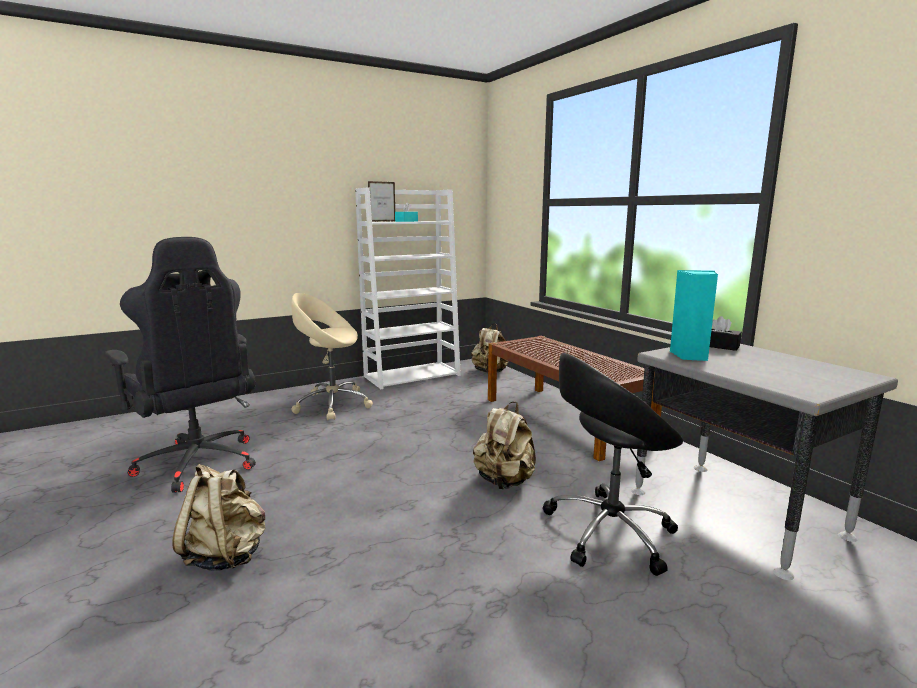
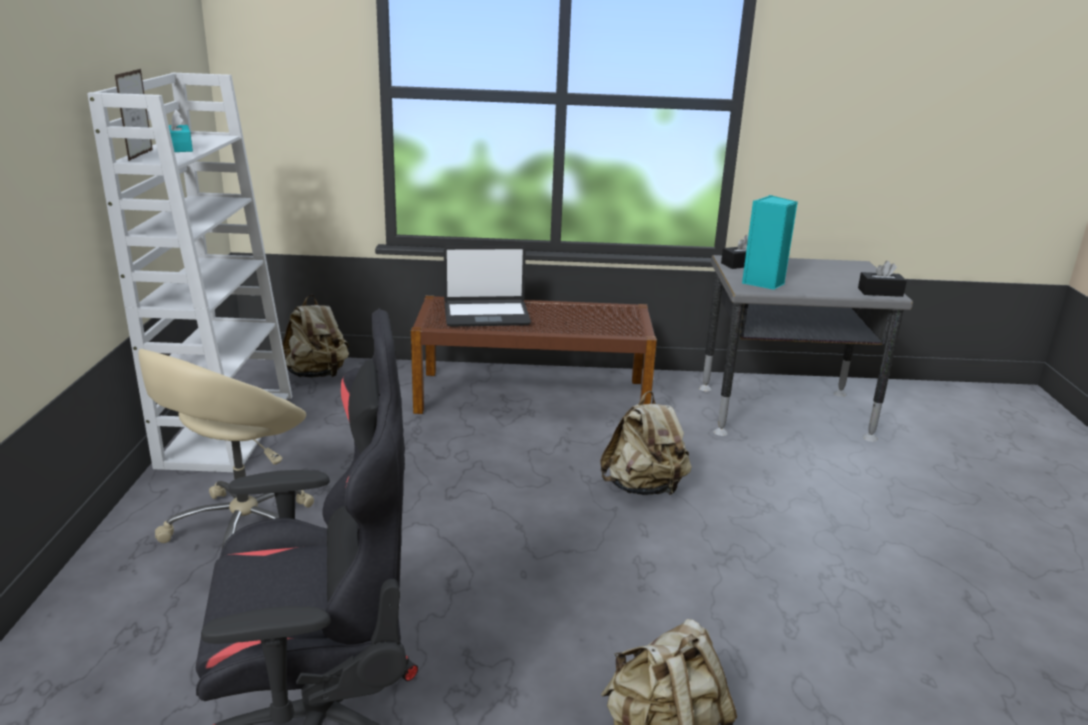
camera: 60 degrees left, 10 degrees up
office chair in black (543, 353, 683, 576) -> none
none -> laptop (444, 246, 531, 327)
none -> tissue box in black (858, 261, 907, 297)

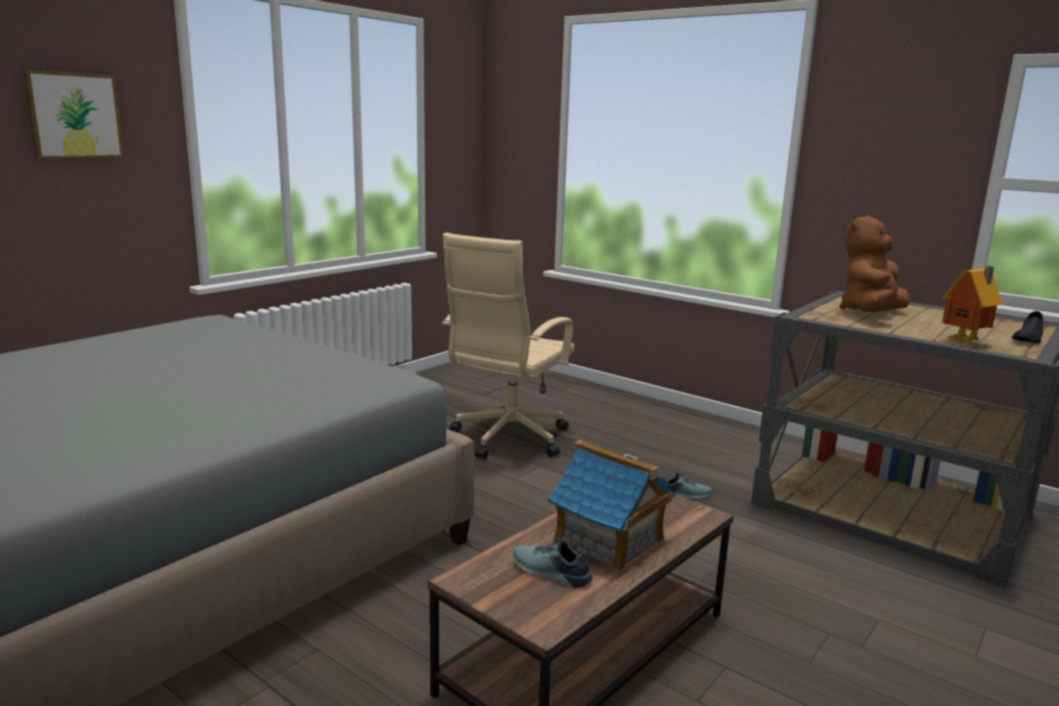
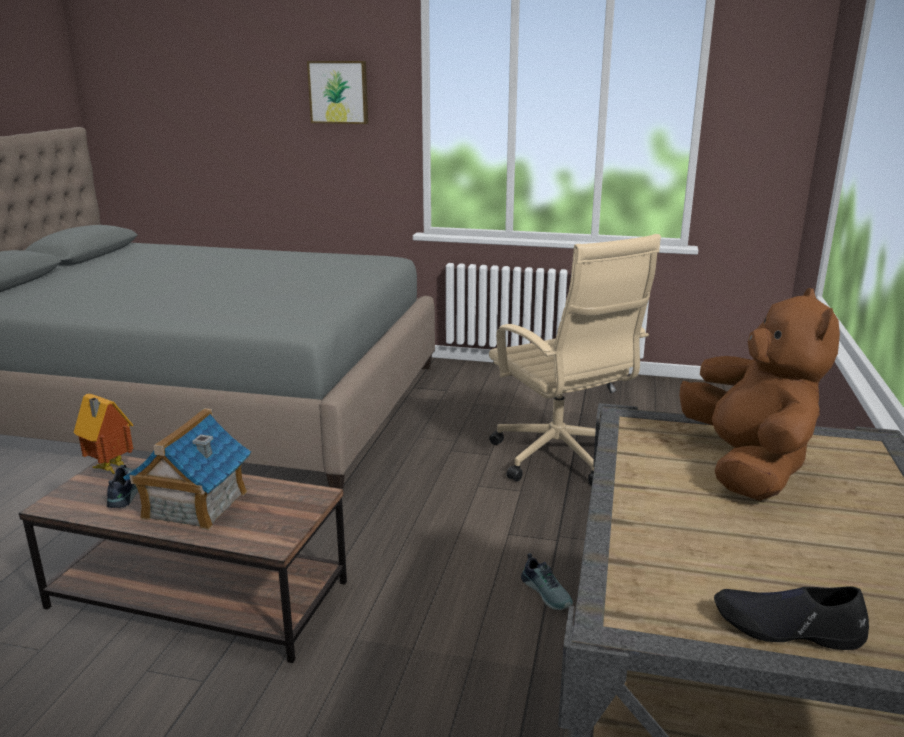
camera: 65 degrees right, 5 degrees up
office chair in beige (442, 233, 575, 459) -> office chair in beige (489, 234, 661, 486), 120 degrees counterclockwise
plush toy in brown (839, 215, 910, 312) -> plush toy in brown (679, 288, 840, 501), 75 degrees clockwise
toy house (942, 266, 1002, 343) -> toy house (74, 394, 133, 474), shifted

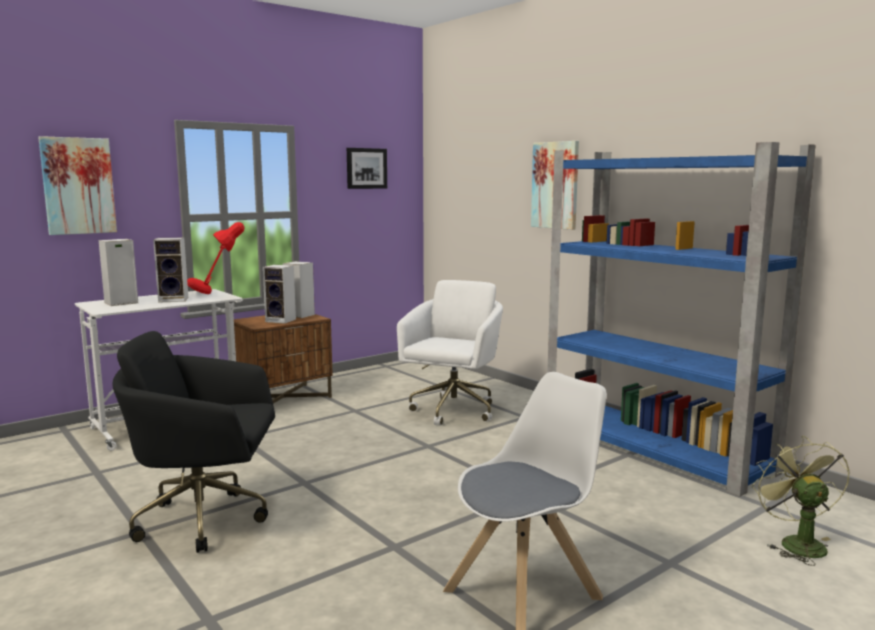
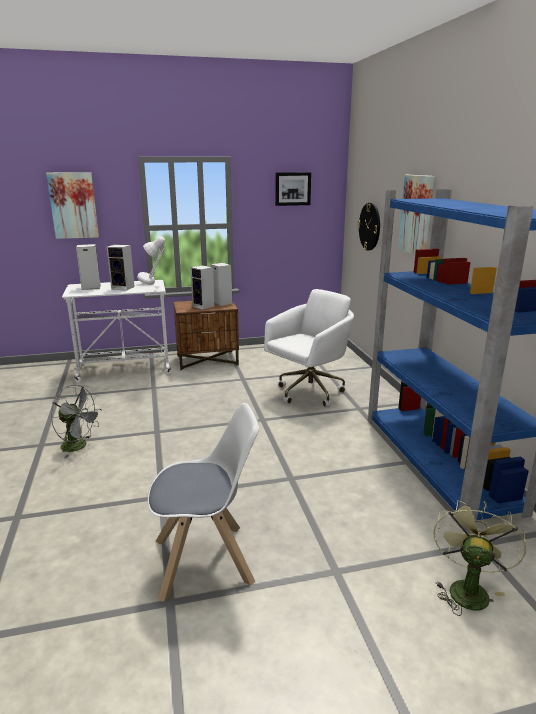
camera: 25 degrees right, 10 degrees up
office chair in black (112, 331, 275, 553) -> fan in grey (51, 385, 100, 458)
table lamp in red (187, 222, 245, 294) -> table lamp in white (137, 237, 165, 285)
none -> wall clock (357, 203, 380, 251)

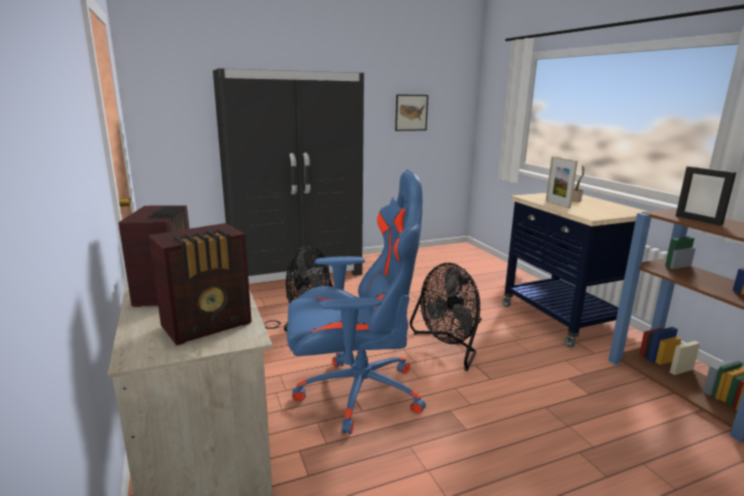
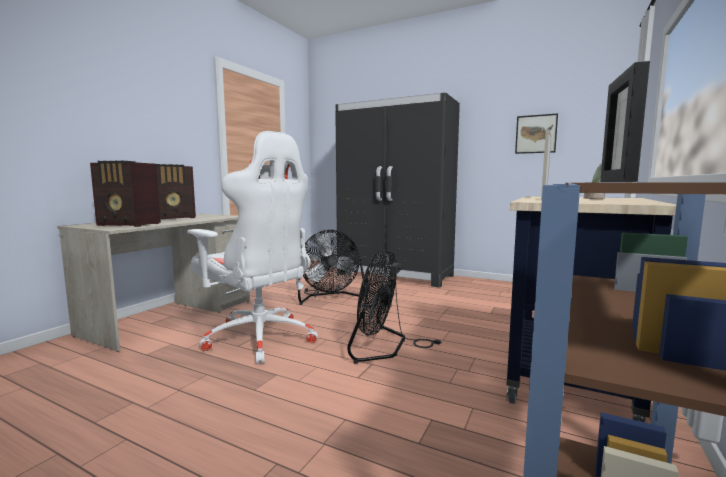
camera: 50 degrees right, 10 degrees down
office chair in blue (287, 169, 426, 434) -> office chair in white (187, 131, 318, 364)

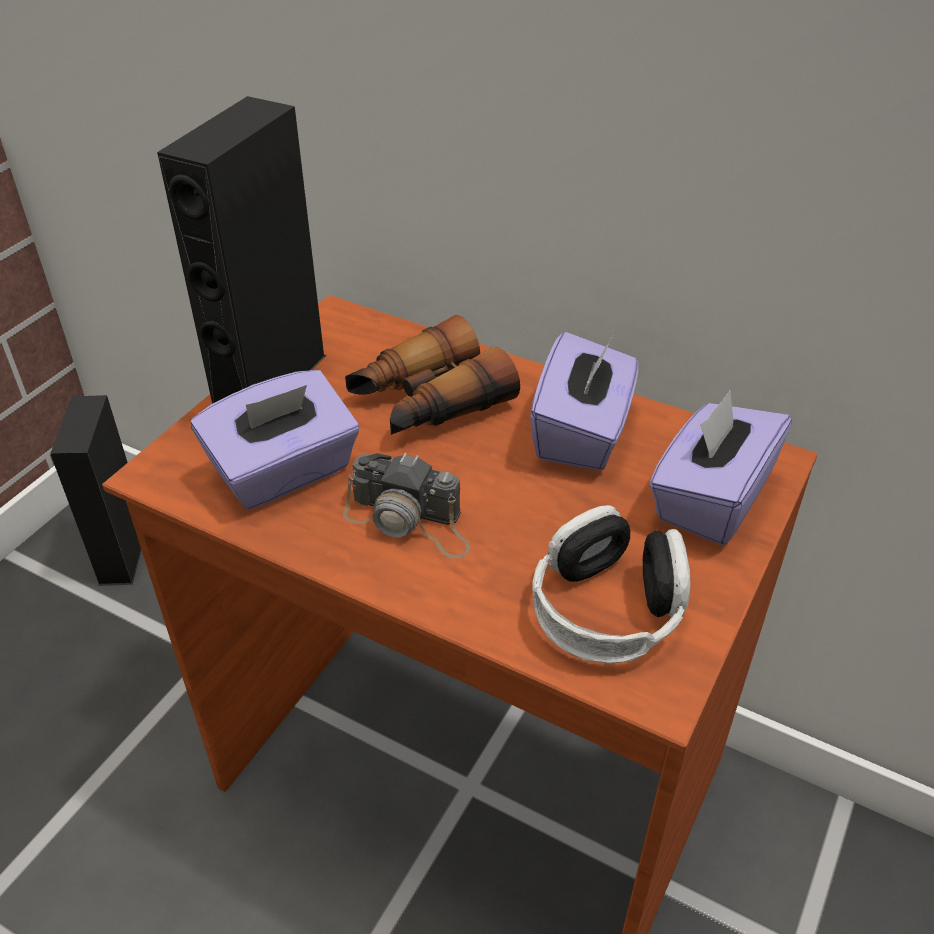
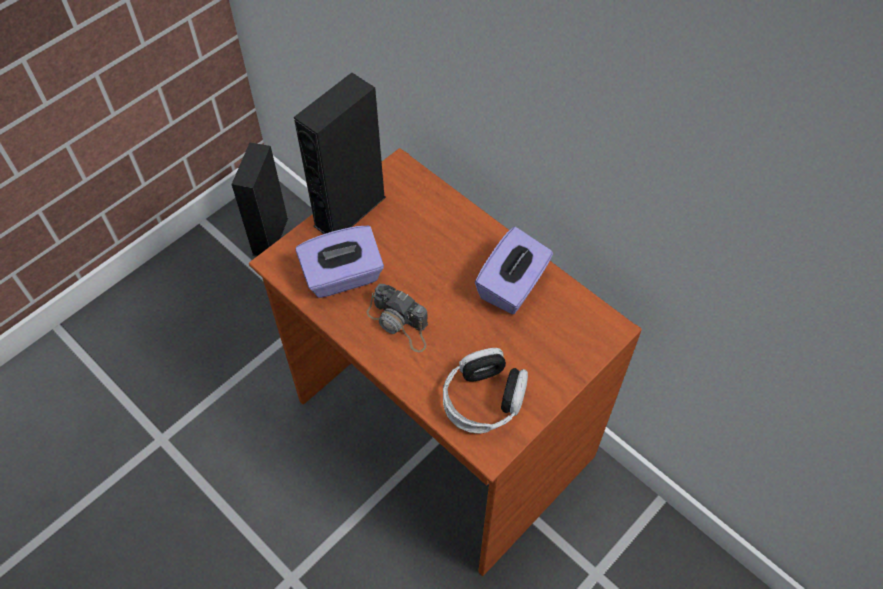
camera: 15 degrees right, 15 degrees up
binoculars (345, 315, 520, 435) -> none
tissue box in purple (649, 391, 792, 545) -> none

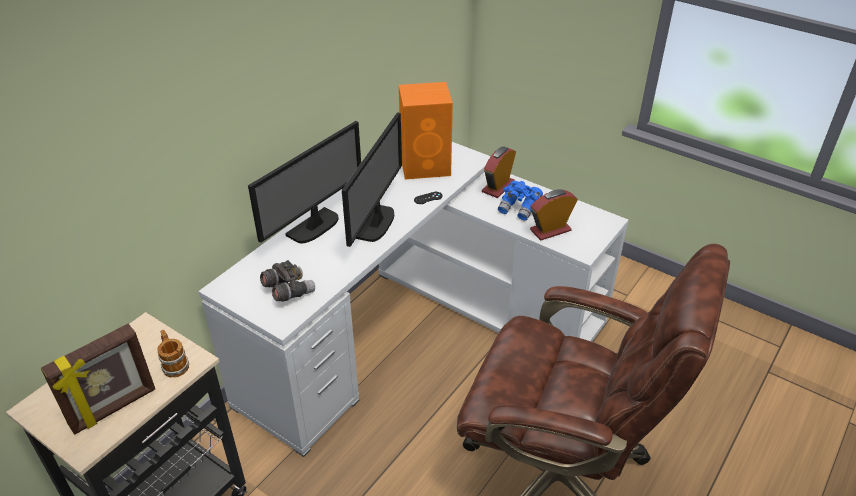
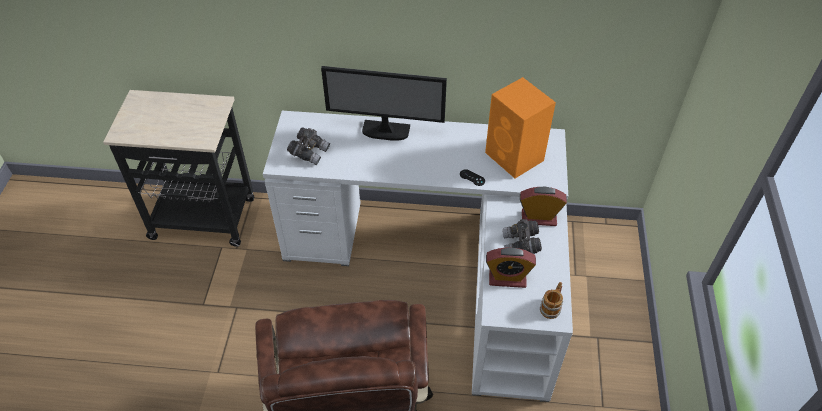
camera: 60 degrees right, 10 degrees up
picture frame (41, 324, 155, 435) -> none
mug (157, 330, 189, 378) -> mug (540, 282, 563, 319), shifted
monitor (342, 112, 402, 247) -> none
binoculars in blue (498, 181, 543, 221) -> binoculars in grey (502, 219, 542, 254)
alarm clock (530, 189, 578, 241) -> alarm clock (486, 248, 536, 288), 150 degrees clockwise

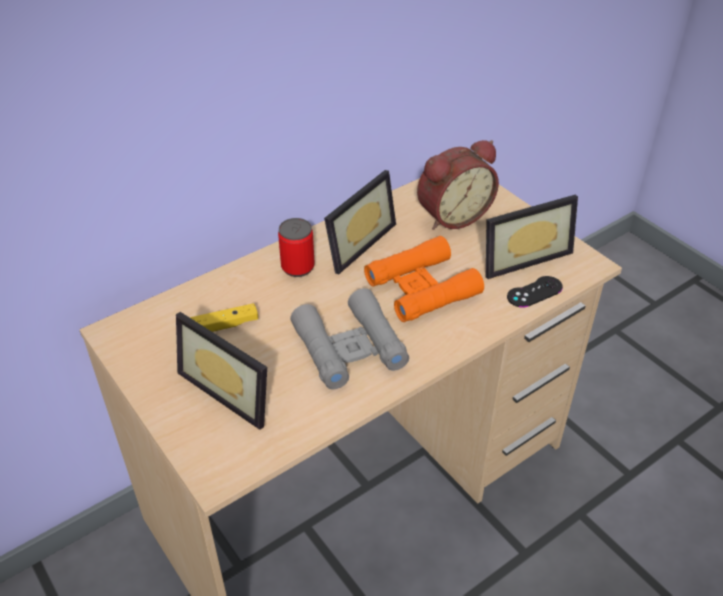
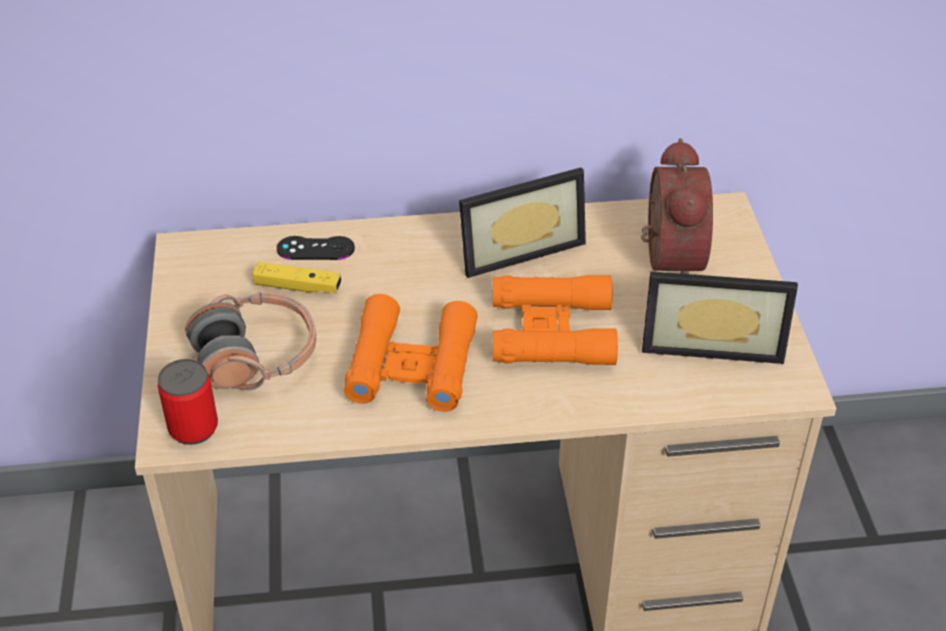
camera: 30 degrees right, 0 degrees up
picture frame (176, 312, 267, 430) -> headphones (185, 292, 316, 390)
can (278, 218, 315, 277) -> can (158, 359, 218, 445), shifted
binoculars in grey (290, 288, 409, 390) -> binoculars in orange (344, 294, 478, 412)
alarm clock (417, 140, 499, 230) -> alarm clock (641, 138, 713, 274), 90 degrees counterclockwise
game controller in black (507, 276, 563, 308) -> game controller in black (277, 236, 355, 260), shifted

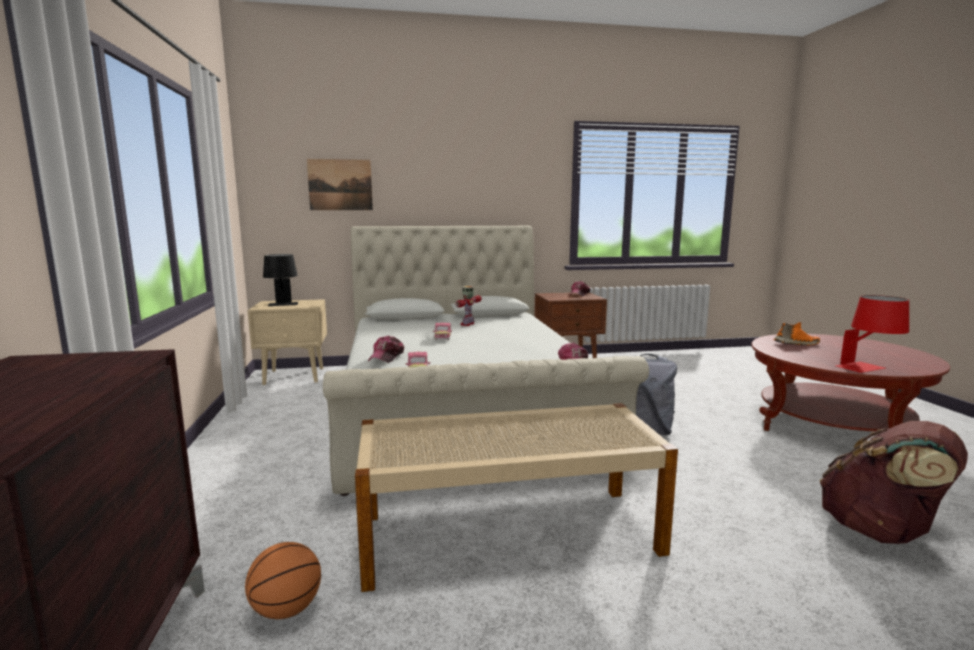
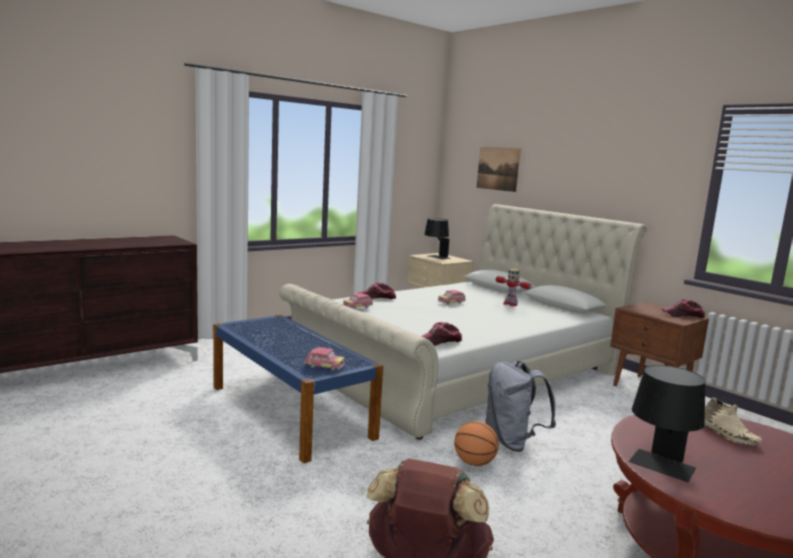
camera: 60 degrees right, 0 degrees up
basketball (245, 542, 321, 619) -> basketball (454, 421, 499, 466), shifted
bench in beige (355, 403, 678, 592) -> bench in blue (213, 315, 383, 464)
toy robot (456, 286, 482, 326) -> toy robot (496, 268, 531, 306), 135 degrees counterclockwise
shoe in orange (773, 322, 820, 345) -> shoe in beige (704, 397, 762, 445)
table lamp in red (836, 295, 909, 373) -> table lamp in black (629, 365, 705, 482)
none -> toy car (304, 347, 345, 371)

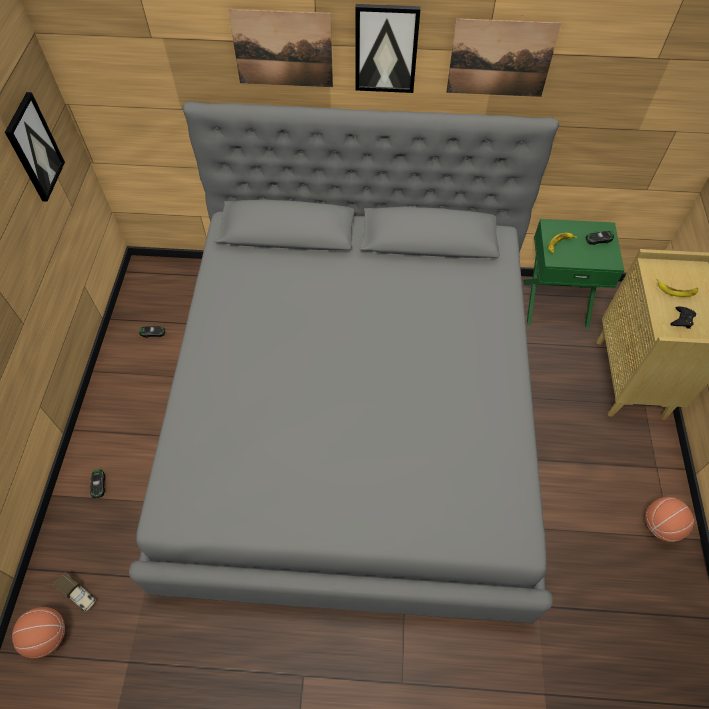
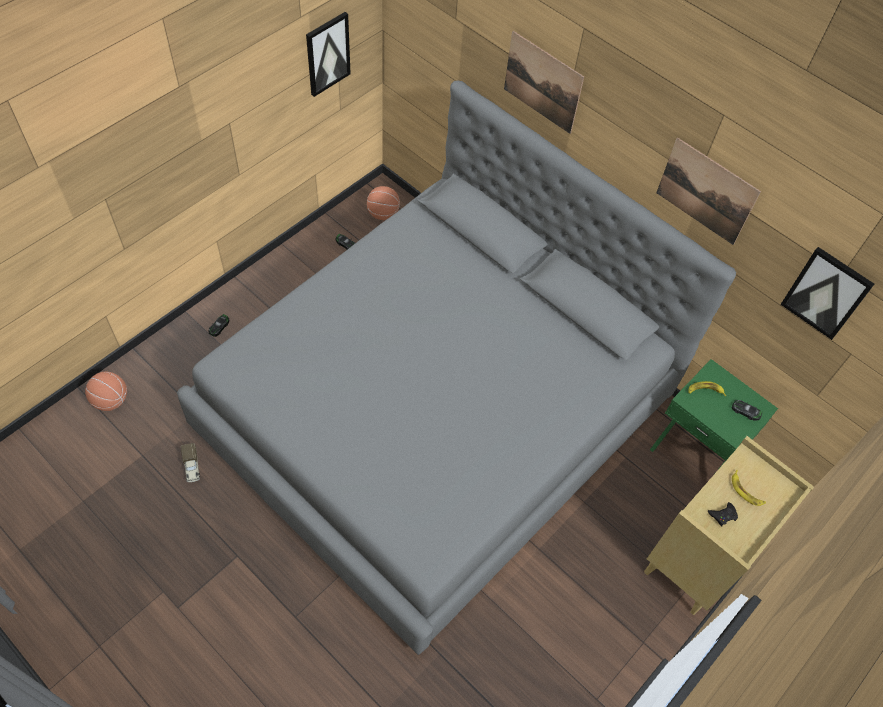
camera: 35 degrees right, 0 degrees up
toy truck (53, 572, 96, 612) -> toy truck (181, 443, 200, 482), shifted
picture (355, 4, 421, 93) -> picture (780, 247, 874, 340), shifted
basketball (645, 497, 694, 542) -> basketball (367, 186, 400, 220), shifted

